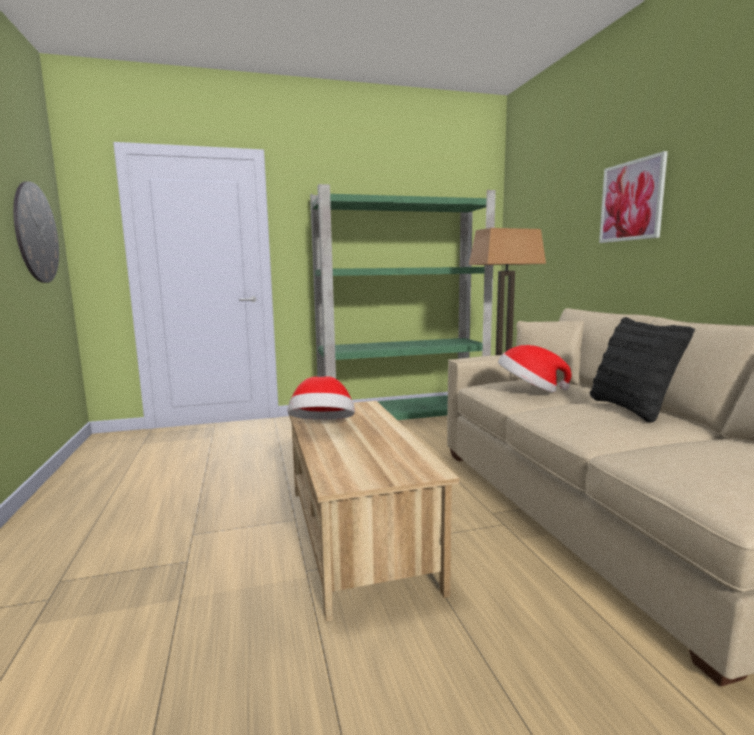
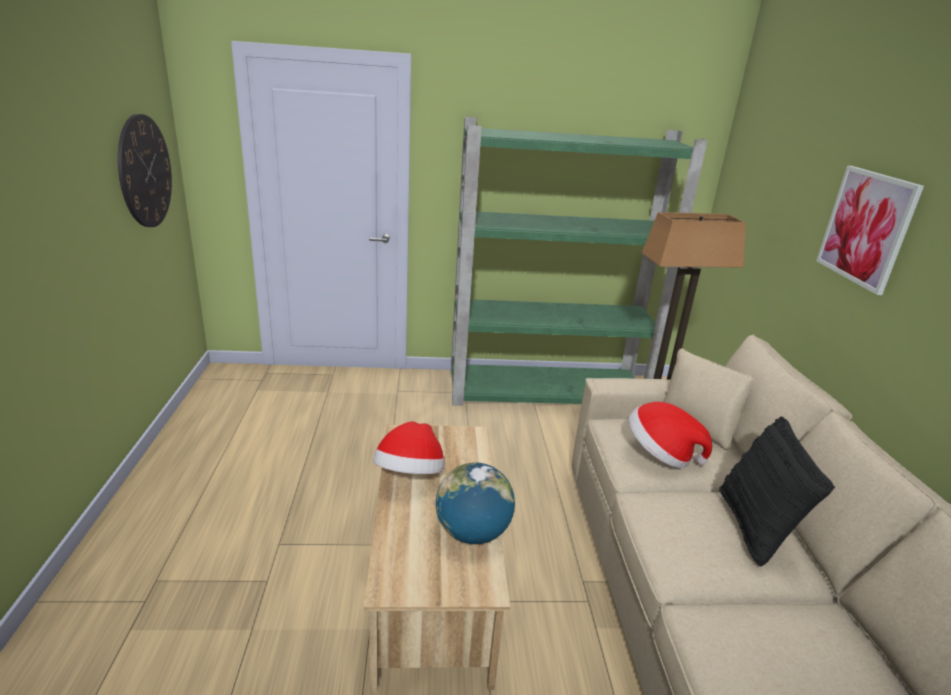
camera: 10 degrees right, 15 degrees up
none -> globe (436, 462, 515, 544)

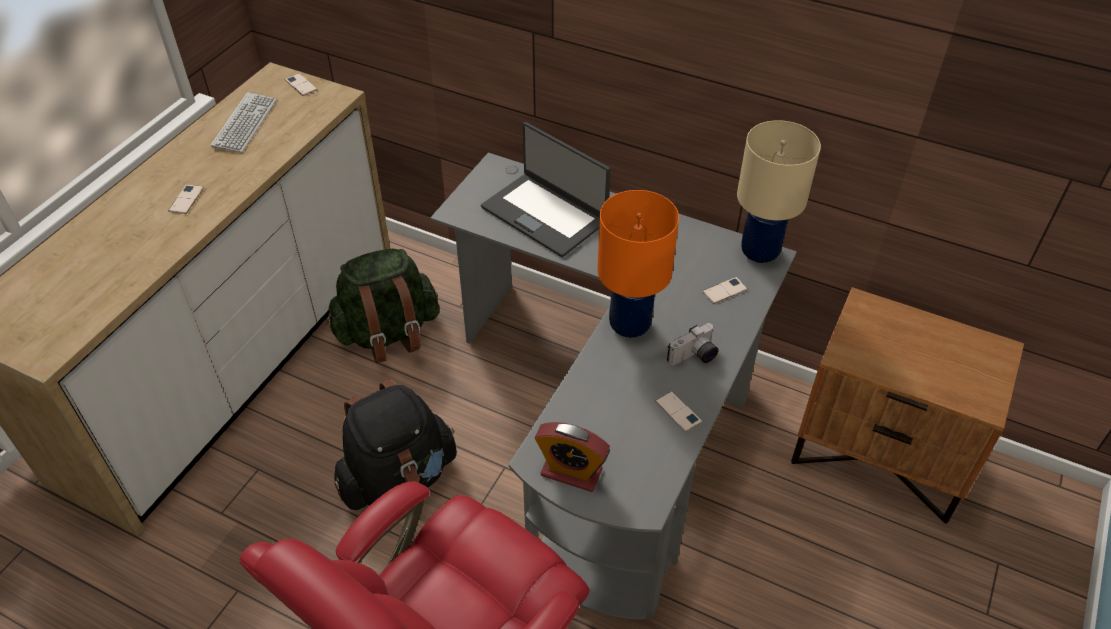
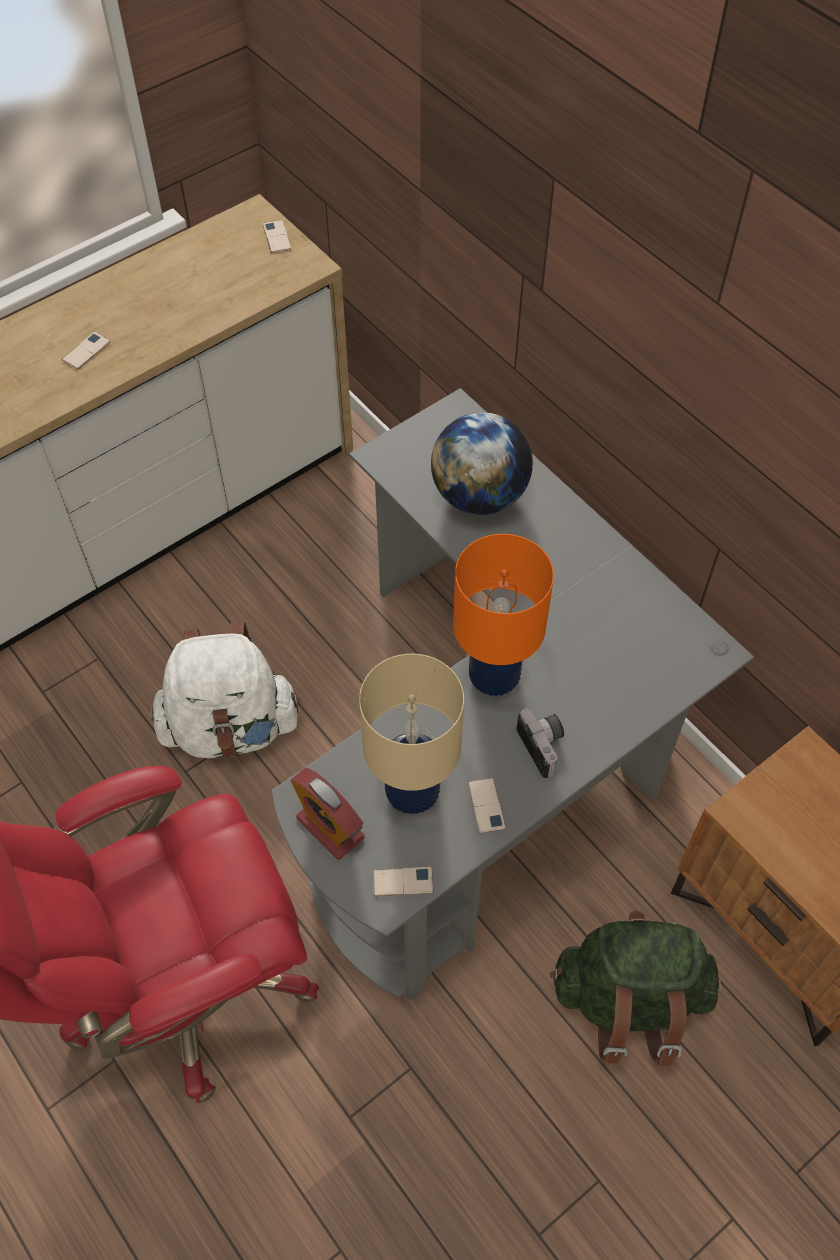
camera: 25 degrees right, 10 degrees up
keyboard (211, 92, 277, 153) -> none
backpack in green (326, 249, 440, 363) -> backpack in green (550, 910, 721, 1066), shifted
backpack in black (334, 379, 457, 510) -> backpack in white (151, 622, 301, 758)
laptop (481, 122, 610, 257) -> globe (431, 412, 533, 515)
photo camera (667, 323, 718, 365) -> photo camera (516, 708, 564, 778), 105 degrees counterclockwise
phone (702, 277, 748, 304) -> phone (373, 867, 433, 896), shifted
table lamp in beige (737, 120, 821, 263) -> table lamp in beige (359, 654, 464, 814), shifted

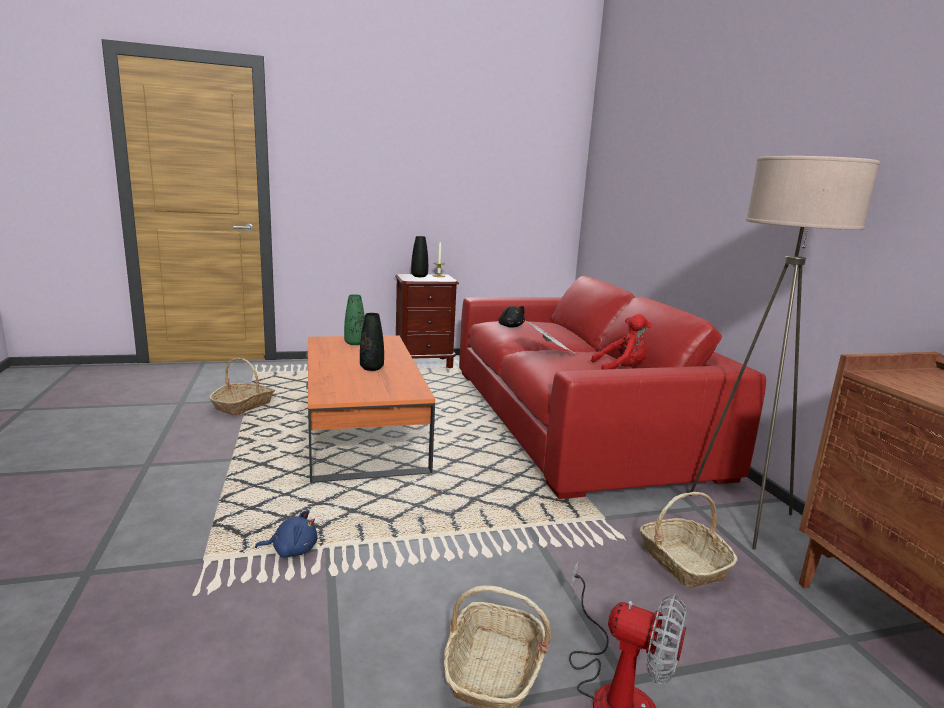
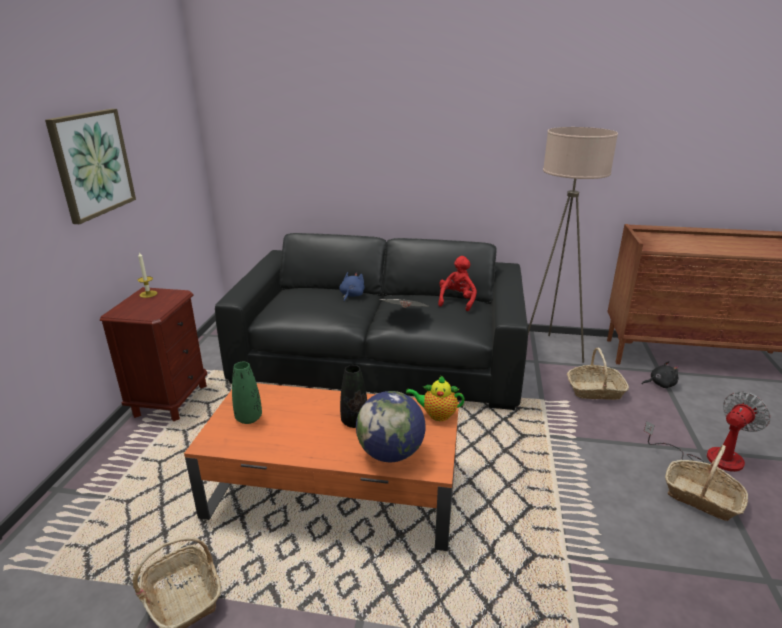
camera: 65 degrees left, 10 degrees up
plush toy in blue (255, 510, 318, 558) -> plush toy in blue (339, 272, 365, 302), shifted
vase in black (411, 236, 428, 277) -> none
sofa in red (459, 276, 766, 499) -> sofa in black (215, 233, 528, 410)
plush toy in black (499, 306, 525, 328) -> plush toy in black (642, 361, 679, 388), shifted
none -> picture (45, 109, 136, 224)
none -> globe (356, 391, 426, 462)
none -> teapot (406, 375, 465, 421)

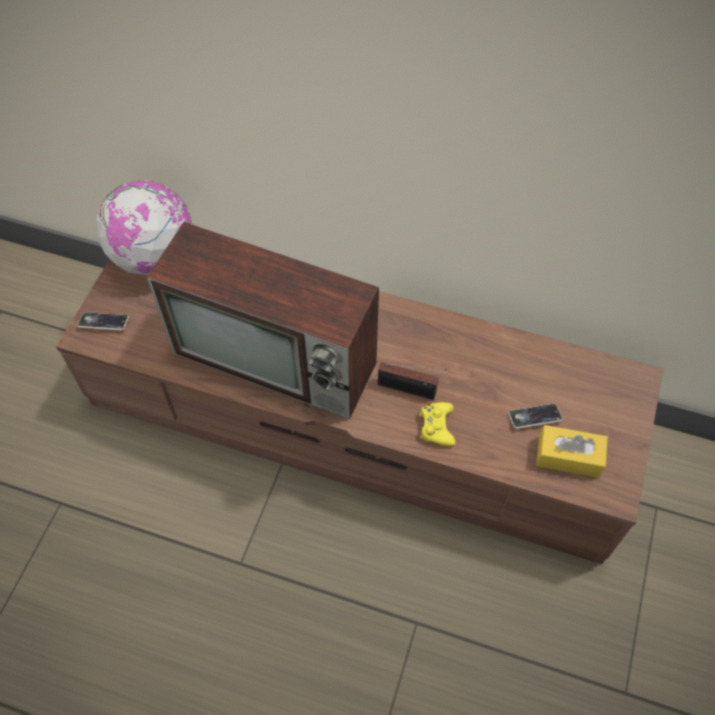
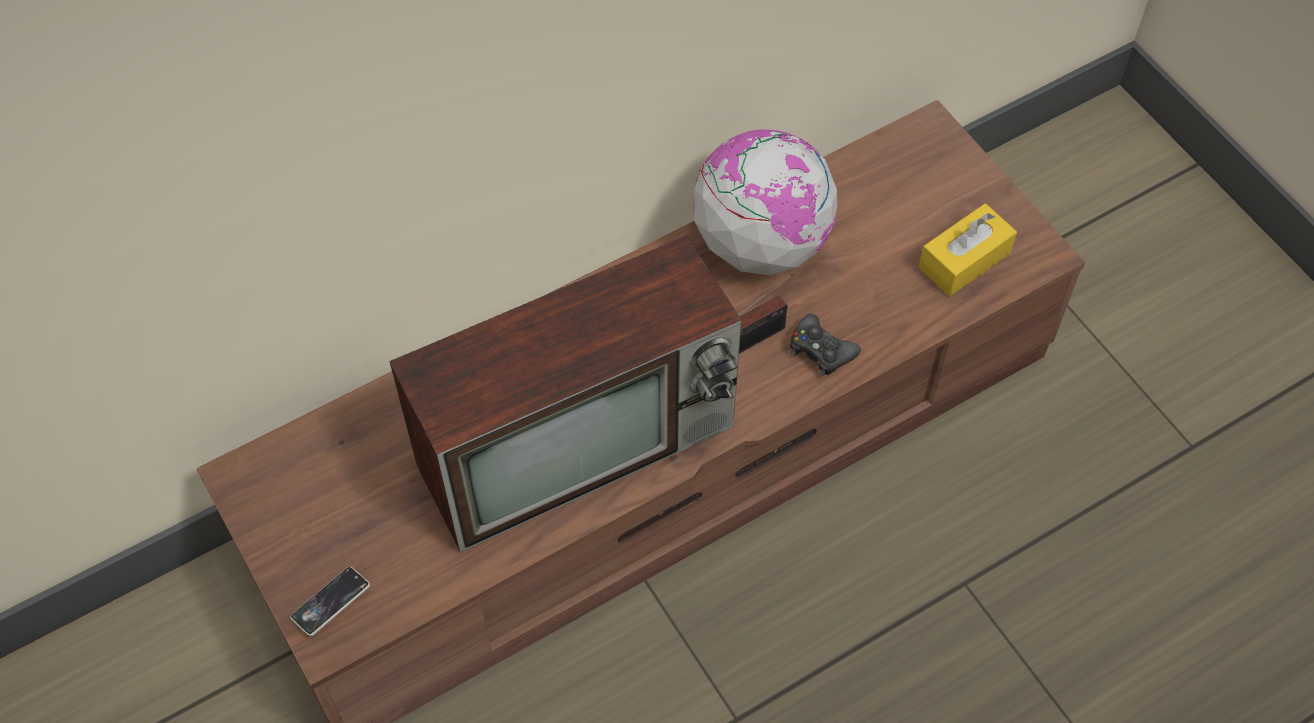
camera: 50 degrees left, 0 degrees up
globe (96, 180, 192, 275) -> globe (693, 129, 837, 275), shifted
game controller in yellow (419, 402, 455, 447) -> game controller in black (790, 313, 861, 377)
phone (508, 404, 563, 429) -> none

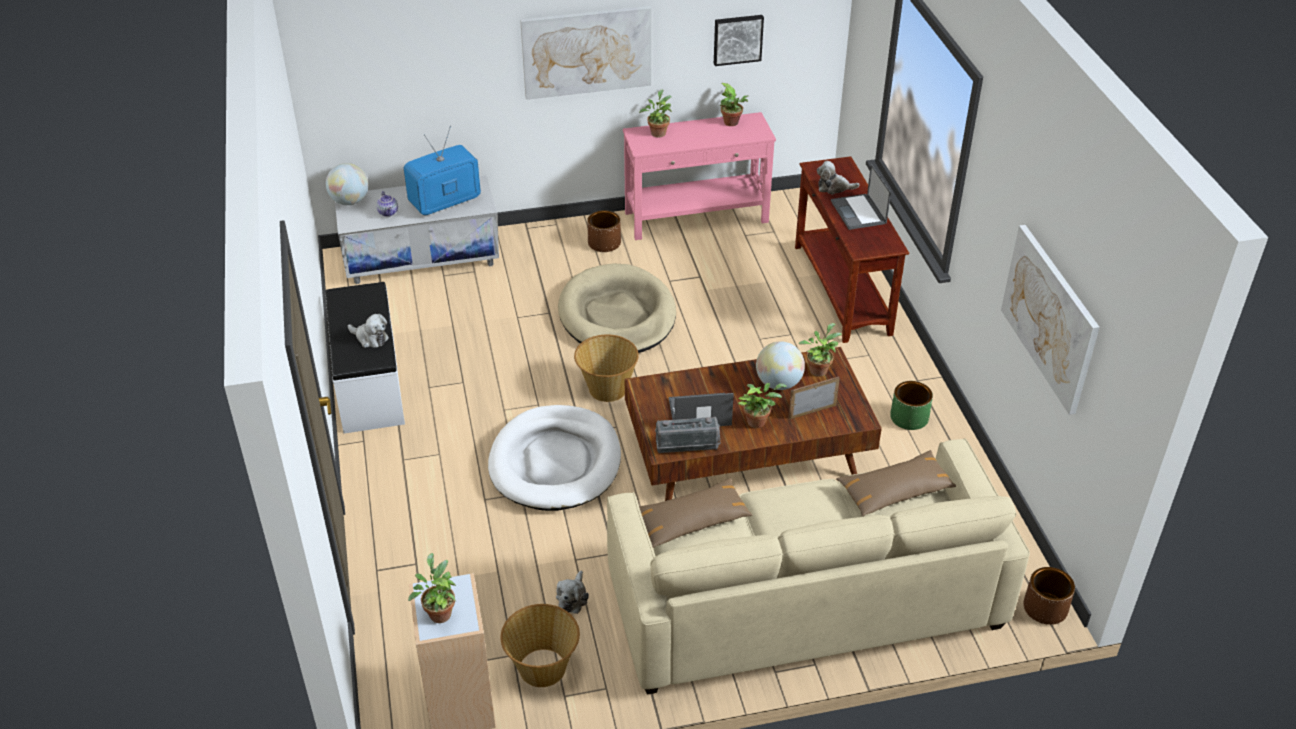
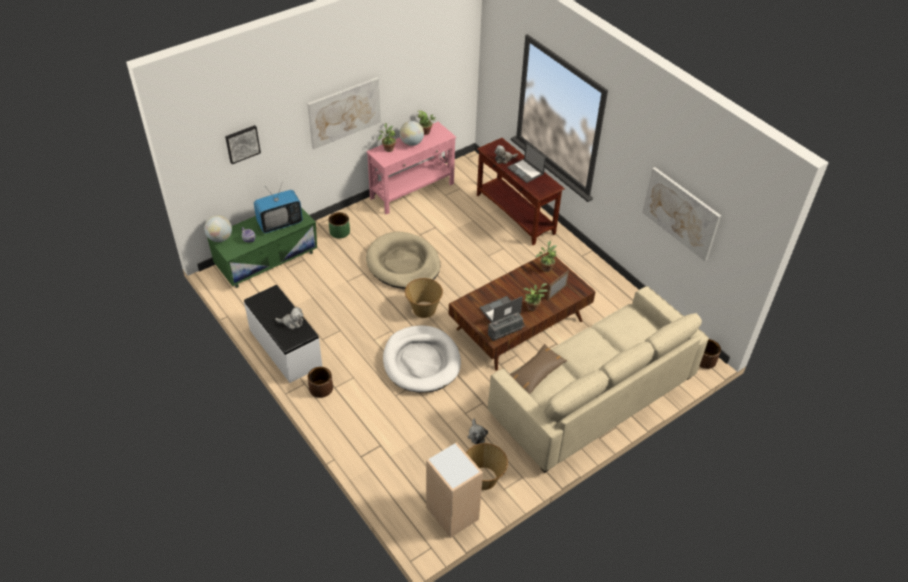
camera: 25 degrees left, 5 degrees up
tv stand in white (335, 175, 499, 284) -> tv stand in green (207, 208, 317, 288)
television (404, 126, 481, 215) -> television (254, 181, 303, 233), 150 degrees counterclockwise
potted plant (408, 553, 456, 623) -> none
planter in brown (587, 210, 621, 252) -> planter in brown (307, 367, 333, 398), shifted
picture (714, 15, 764, 66) -> picture (225, 125, 261, 164), shifted
globe (756, 341, 805, 390) -> globe (399, 121, 424, 146), shifted
pillow in brown (836, 450, 956, 516) -> none
planter in green (890, 381, 933, 430) -> planter in green (328, 212, 350, 239), shifted

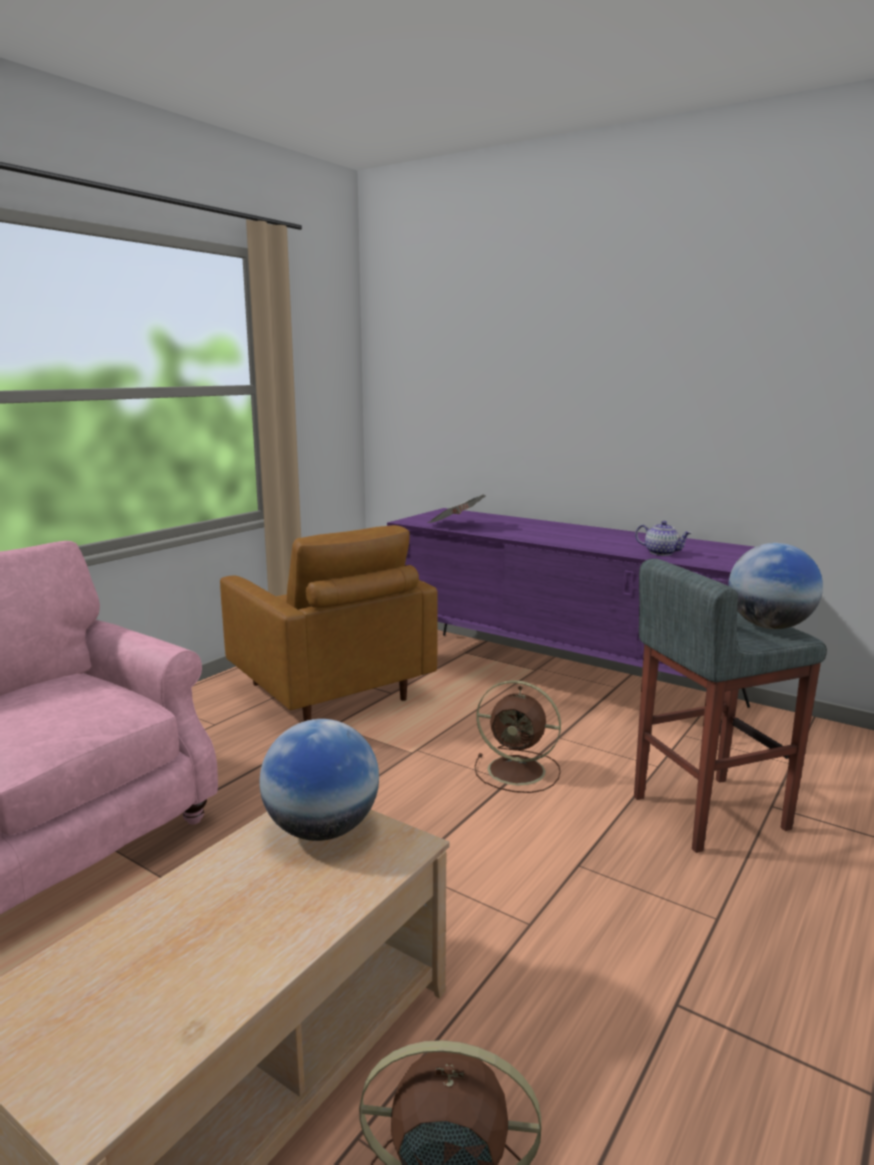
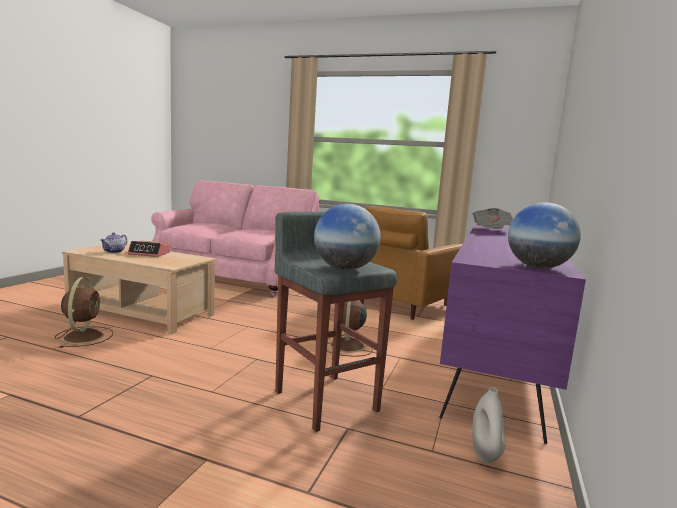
camera: 75 degrees right, 5 degrees down
globe (260, 719, 379, 841) -> globe (508, 202, 581, 268), shifted
teapot (635, 521, 691, 556) -> teapot (100, 232, 127, 253), shifted
none -> alarm clock (128, 241, 170, 257)
none -> vase in white (472, 387, 506, 463)

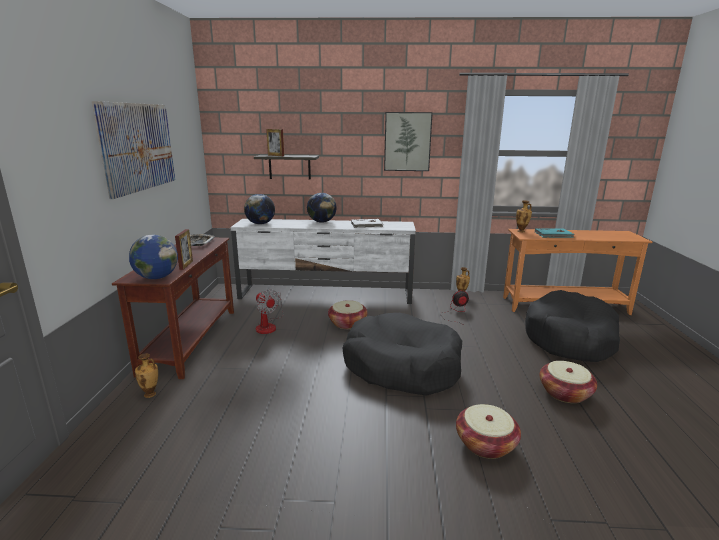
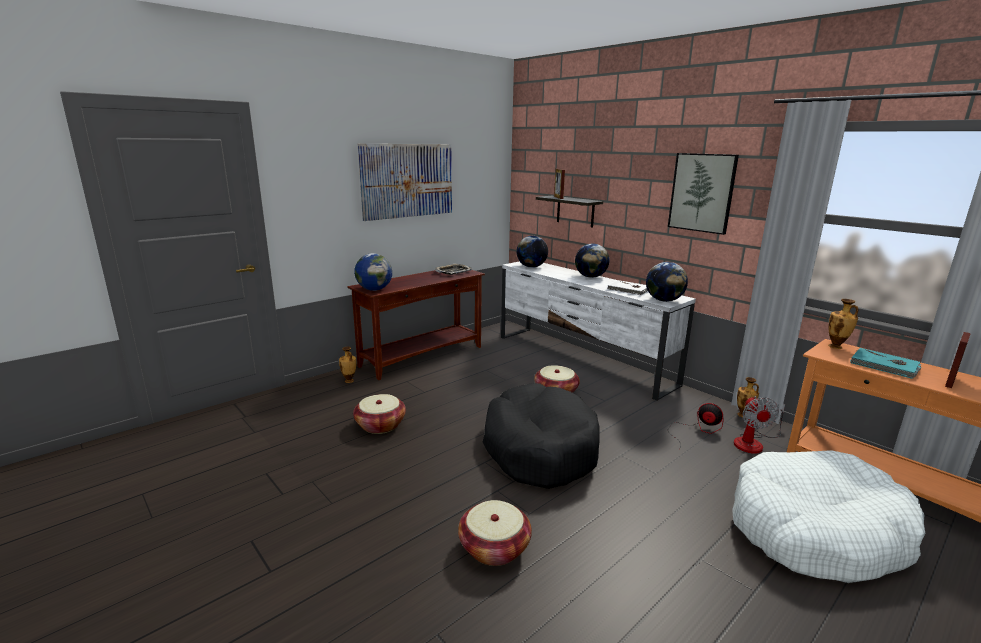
camera: 45 degrees right, 0 degrees up
picture frame (175, 229, 193, 270) -> picture frame (945, 332, 971, 388), shifted
fan (256, 289, 284, 334) -> fan (734, 396, 785, 454), shifted
dog bed in black (525, 290, 620, 362) -> dog bed in white (732, 450, 925, 583)
basket (539, 361, 597, 403) -> basket (353, 394, 406, 434), shifted
none -> globe (646, 262, 688, 302)

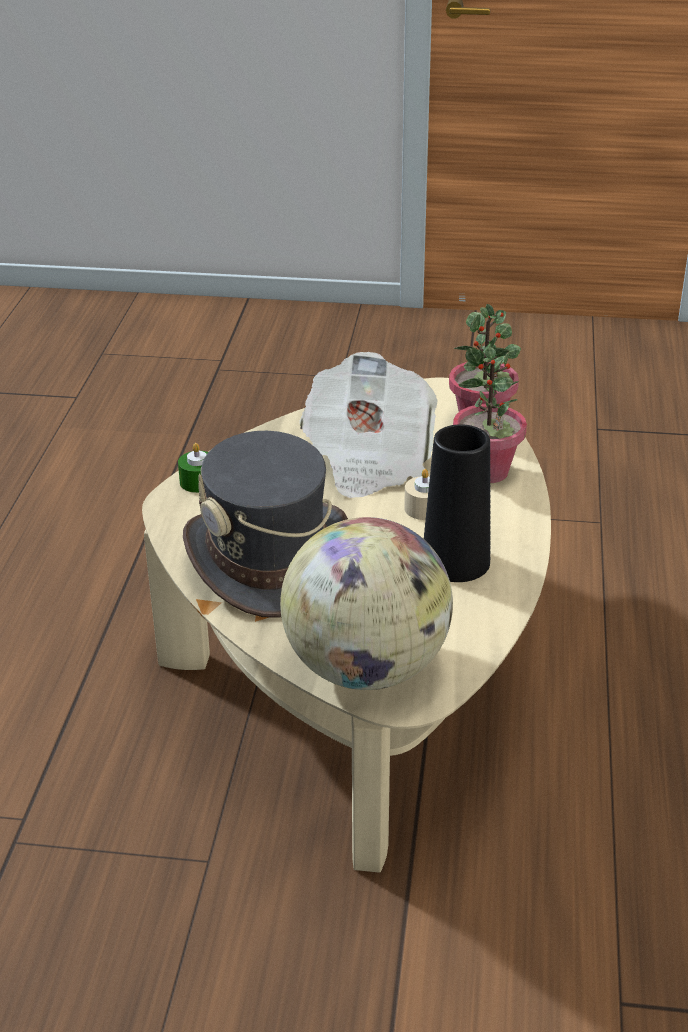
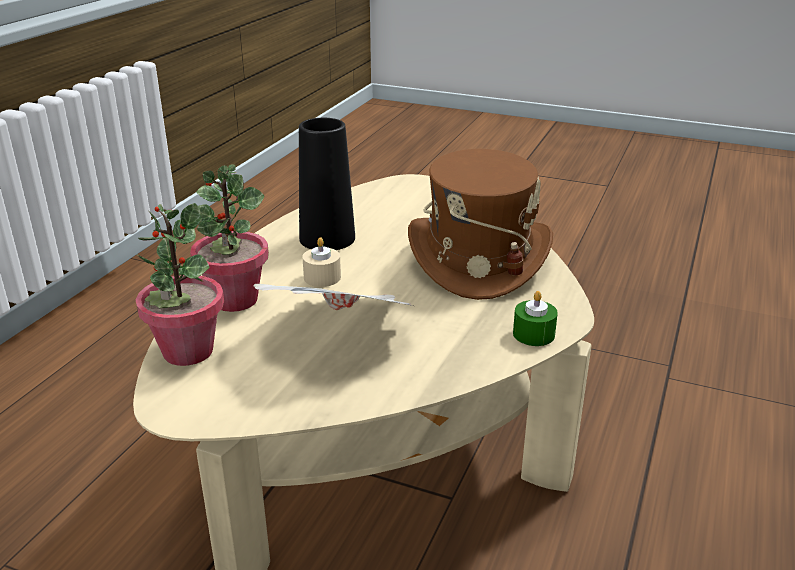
camera: 165 degrees left, 5 degrees down
hat in grey (183, 431, 348, 618) -> hat in brown (408, 149, 553, 300)
globe (280, 517, 453, 690) -> none

